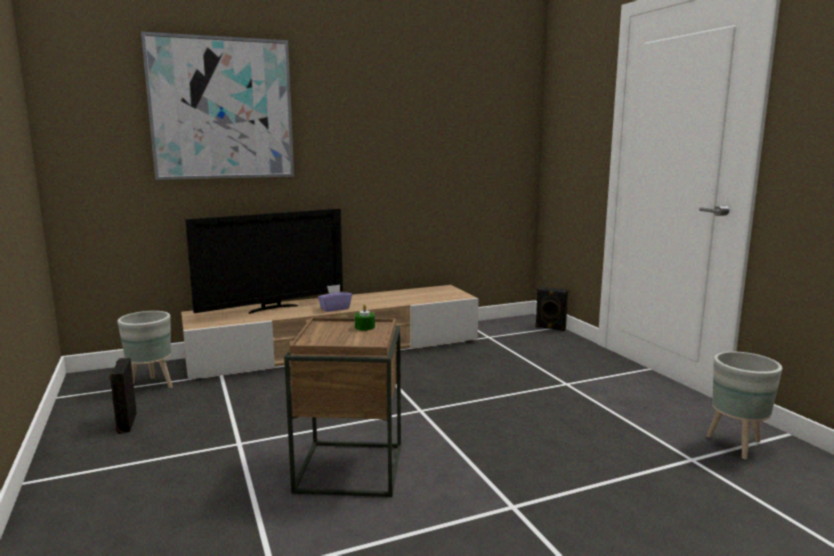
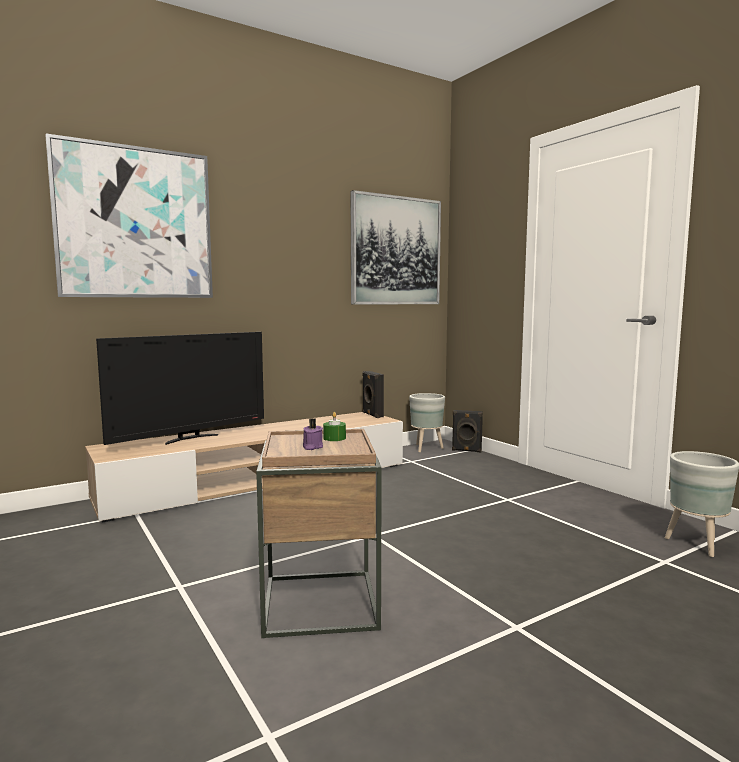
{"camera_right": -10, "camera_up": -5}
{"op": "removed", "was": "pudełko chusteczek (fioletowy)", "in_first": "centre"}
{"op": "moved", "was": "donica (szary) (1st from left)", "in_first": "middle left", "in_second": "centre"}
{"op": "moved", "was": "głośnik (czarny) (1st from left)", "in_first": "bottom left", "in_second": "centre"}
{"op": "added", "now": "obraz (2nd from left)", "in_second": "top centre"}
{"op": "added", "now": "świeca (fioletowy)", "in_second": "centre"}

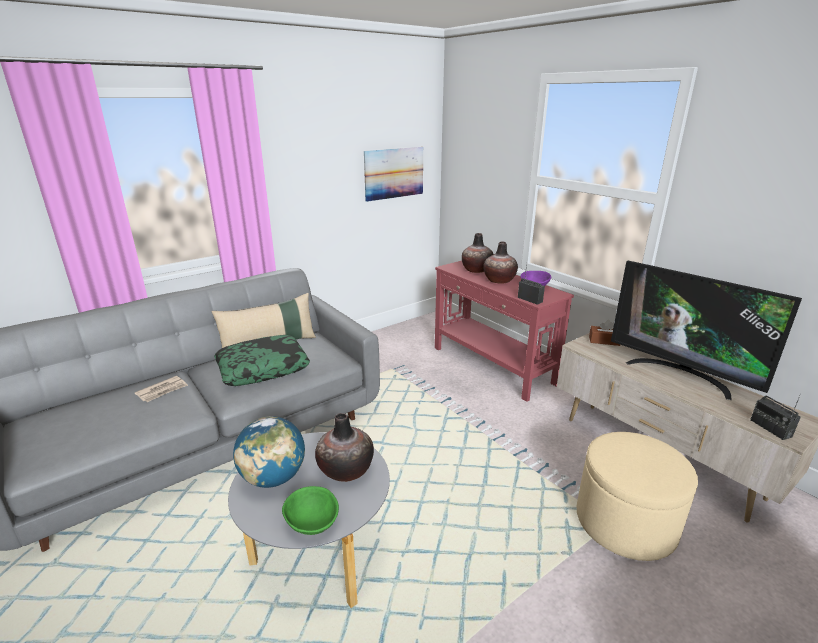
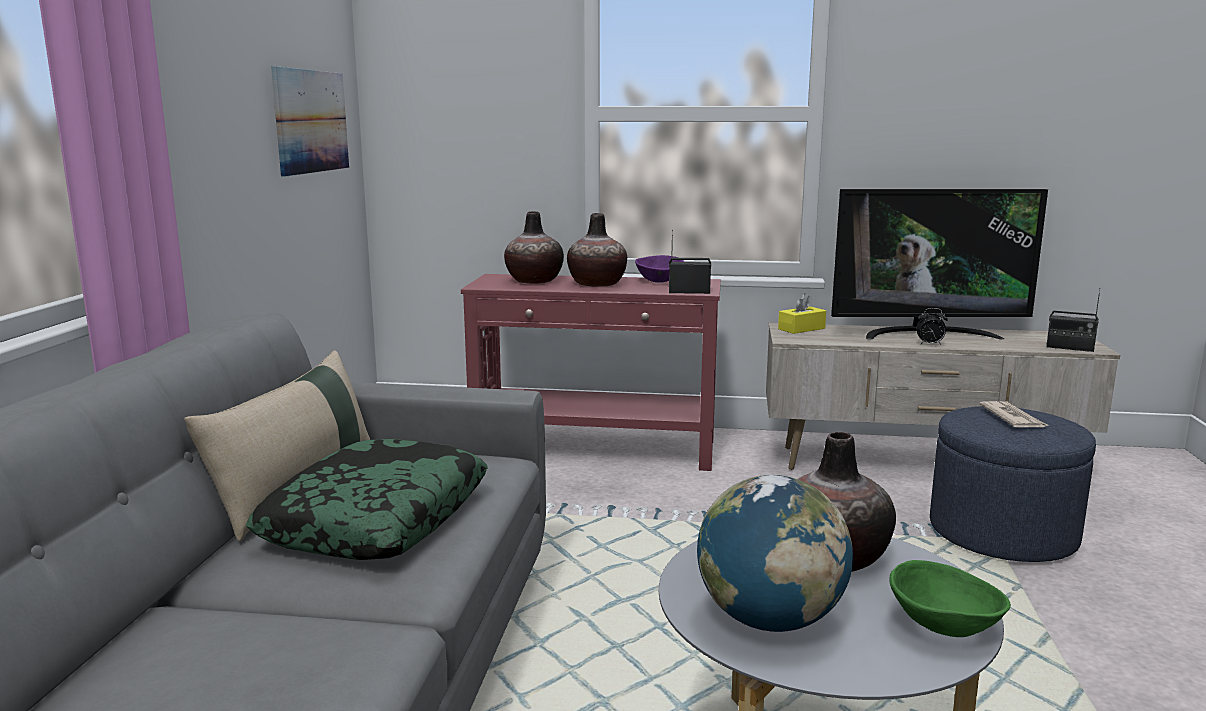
{"camera_right": -45, "camera_up": -10}
{"op": "recoloured", "was": "pudełko chusteczek (brązowy)", "now": "pudełko chusteczek (żółty)", "in_first": "middle right", "in_second": "centre"}
{"op": "moved", "was": "gazeta", "in_first": "middle left", "in_second": "middle right"}
{"op": "recoloured", "was": "pufa (beżowy)", "now": "pufa (niebieski)", "in_first": "bottom right", "in_second": "bottom right"}
{"op": "added", "now": "budzik", "in_second": "middle right"}

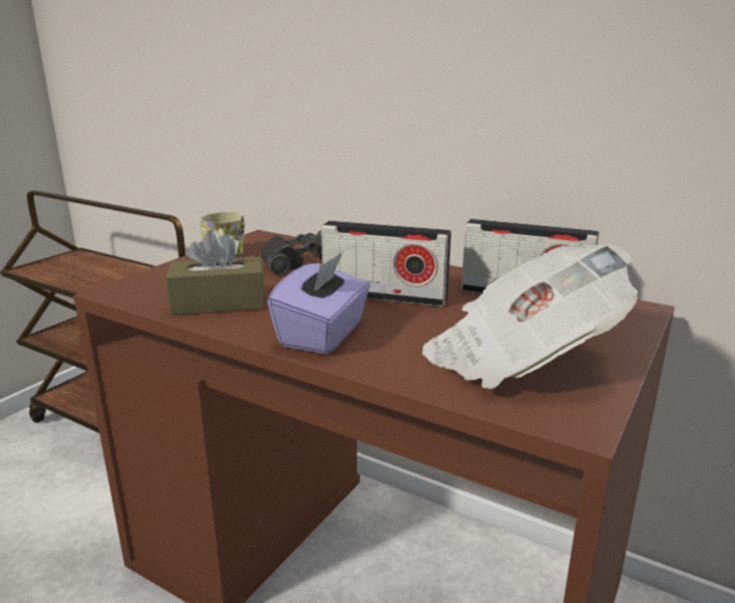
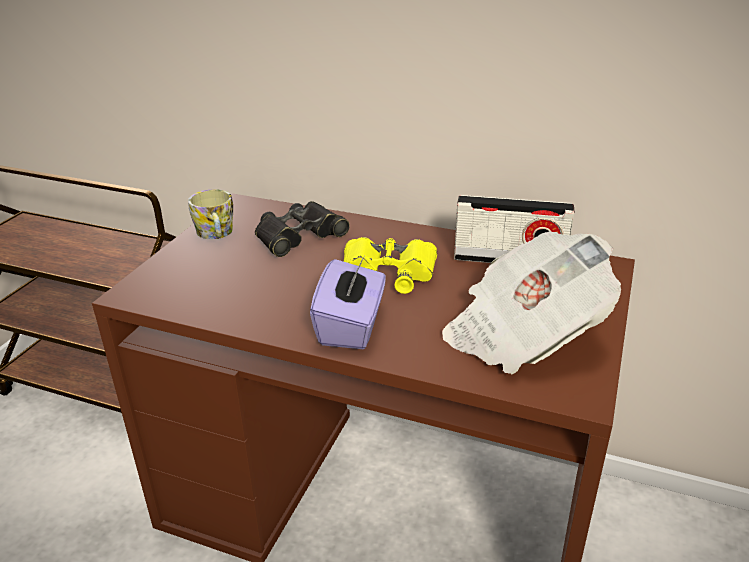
{"camera_right": -10, "camera_up": 10}
{"op": "replaced", "was": "radio (1st from left)", "now": "lornetka (żółty)", "in_first": "centre", "in_second": "centre"}
{"op": "removed", "was": "pudełko chusteczek (brązowy)", "in_first": "middle left"}

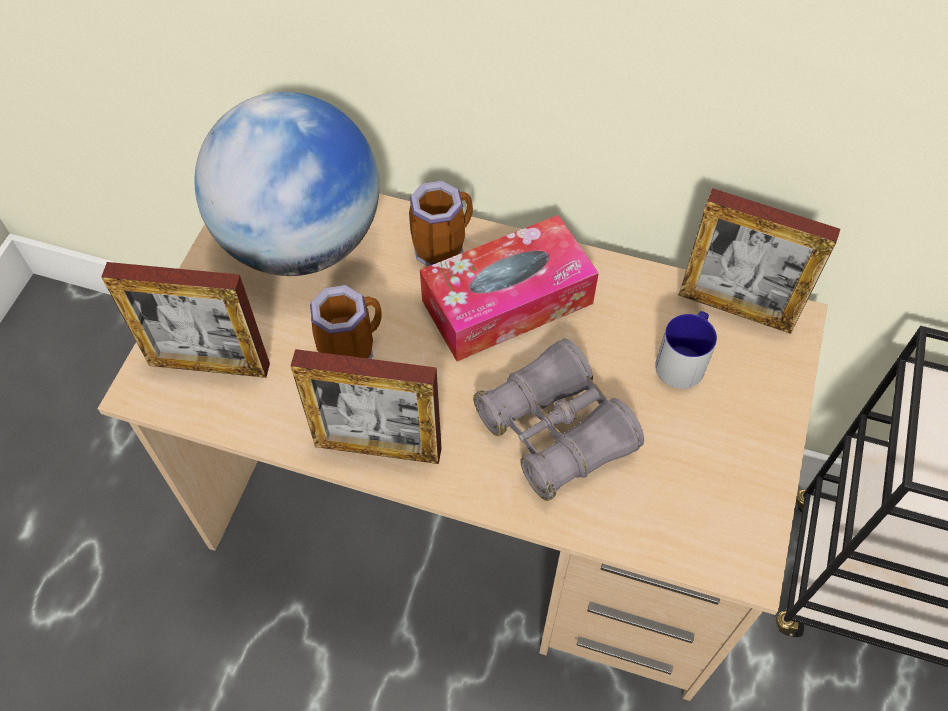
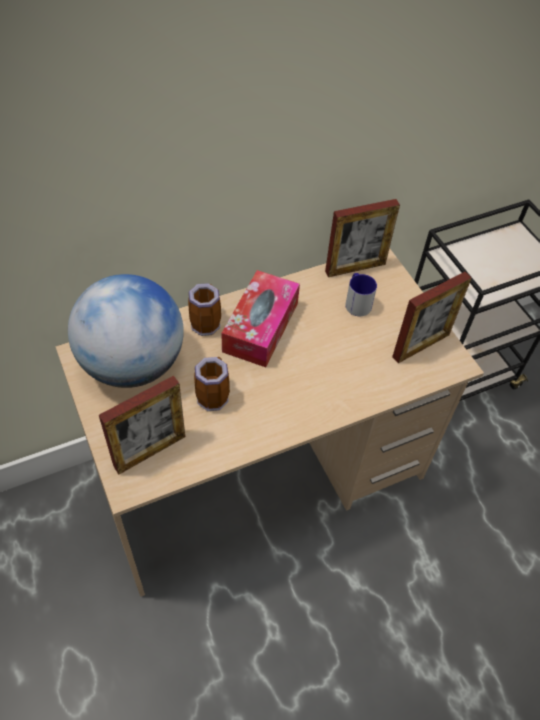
{"camera_right": -45, "camera_up": -5}
{"op": "removed", "was": "lornetka (szary)", "in_first": "centre"}
{"op": "moved", "was": "ramka na zdjęcie (2nd from left in the first image)", "now": "ramka na zdjęcie (3rd from left)", "in_first": "centre", "in_second": "middle right"}

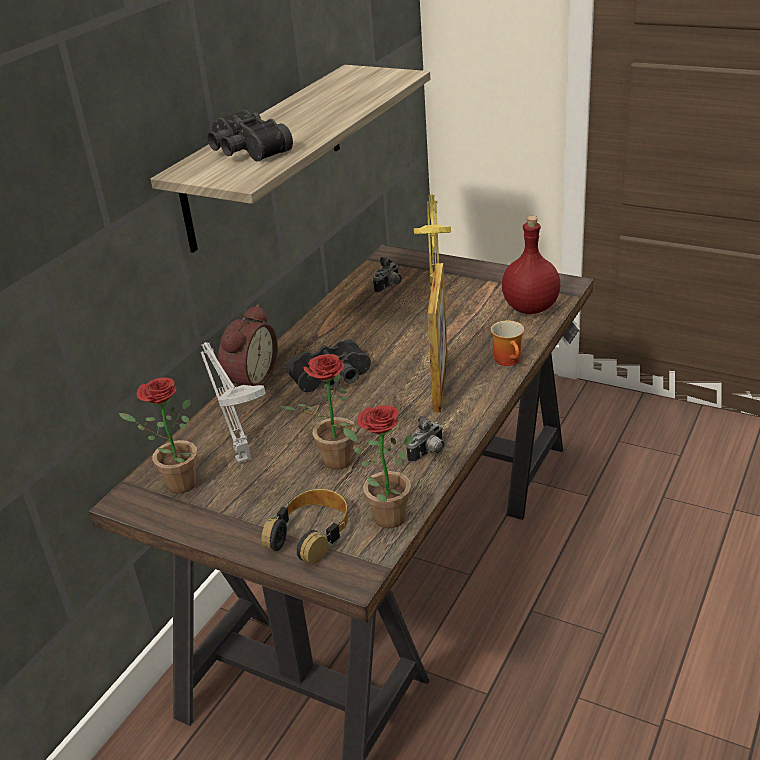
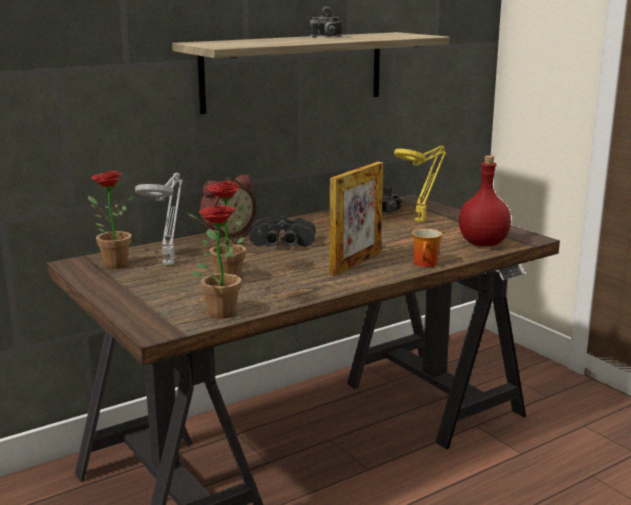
{"camera_right": 25, "camera_up": -15}
{"op": "removed", "was": "lornetka (czarny) (1st from left)", "in_first": "top left"}
{"op": "moved", "was": "aparat fotograficzny (2nd from left in the first image)", "now": "aparat fotograficzny (1st from left)", "in_first": "centre", "in_second": "top centre"}
{"op": "removed", "was": "słuchawki", "in_first": "bottom centre"}

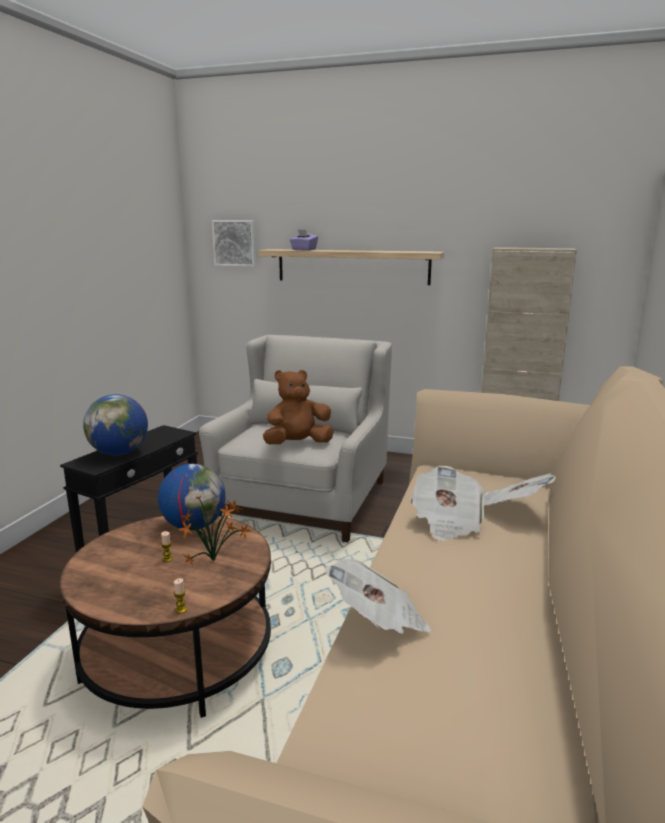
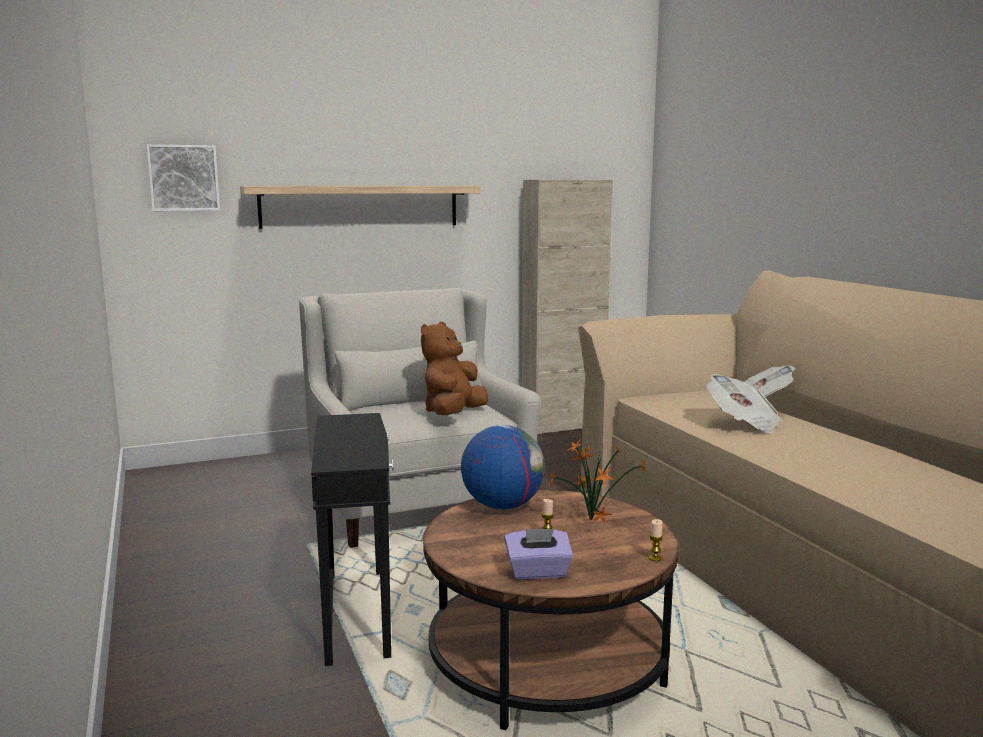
{"camera_right": -40, "camera_up": -5}
{"op": "moved", "was": "pudełko chusteczek (fioletowy)", "in_first": "top centre", "in_second": "bottom centre"}
{"op": "removed", "was": "globus (1st from left)", "in_first": "middle left"}
{"op": "removed", "was": "gazeta (1st from left)", "in_first": "bottom centre"}

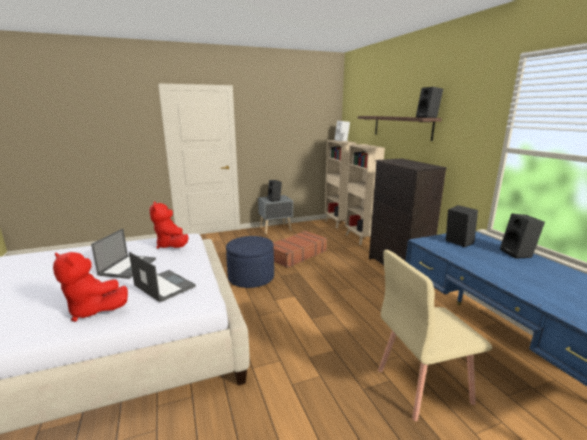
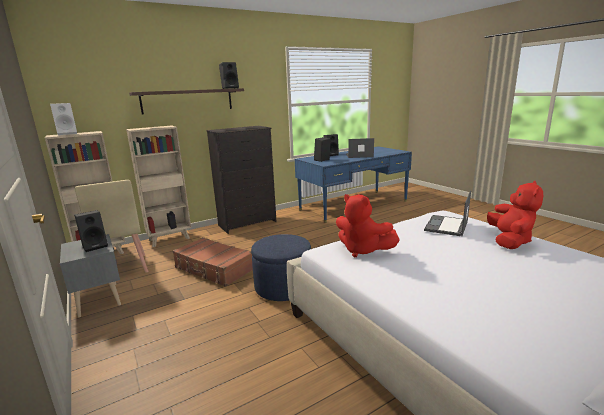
{"camera_right": -100, "camera_up": 0}
{"op": "turned", "was": "pluszak (czerwony) (2nd from left in the first image)", "in_first": "middle left", "in_second": "centre", "clockwise": 75}
{"op": "moved", "was": "laptop (1st from left)", "in_first": "middle left", "in_second": "centre"}
{"op": "moved", "was": "krzesło (beżowy)", "in_first": "bottom right", "in_second": "middle left"}

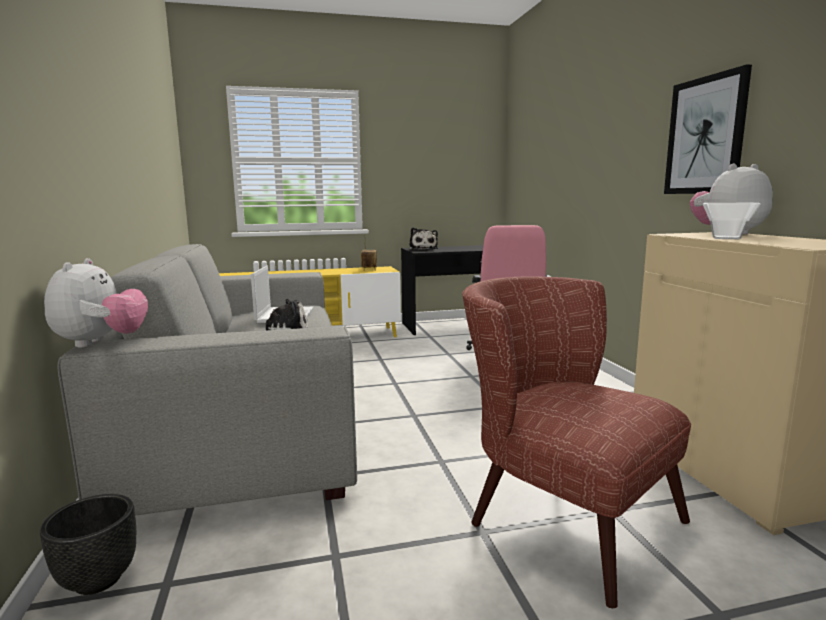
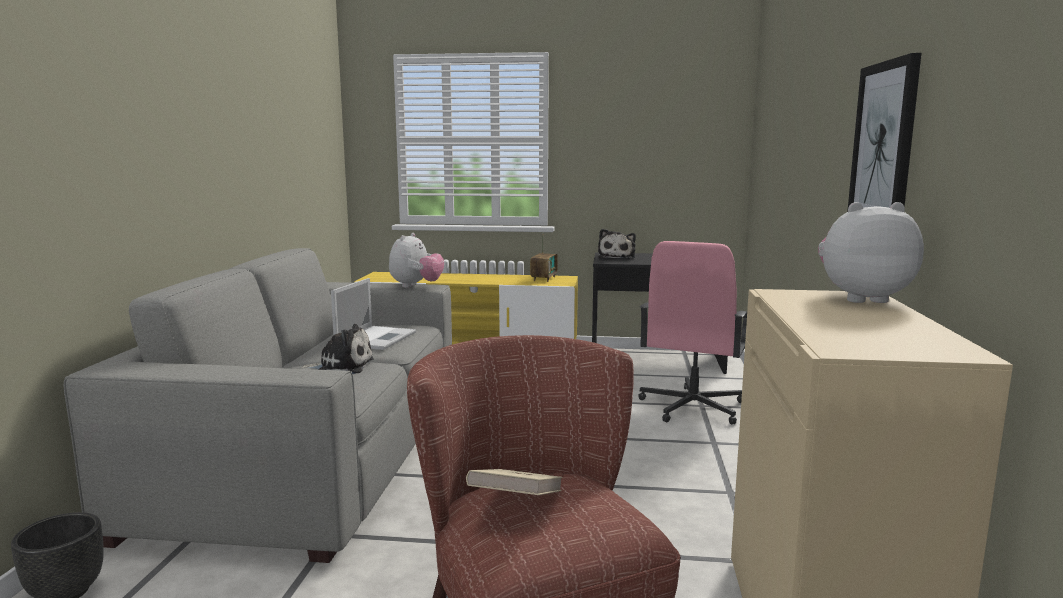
{"camera_right": 20, "camera_up": 0}
{"op": "removed", "was": "miska", "in_first": "middle right"}
{"op": "moved", "was": "pluszak (1st from left in the first image)", "now": "pluszak (2nd from left)", "in_first": "middle left", "in_second": "centre"}
{"op": "added", "now": "książka (beżowy)", "in_second": "bottom centre"}

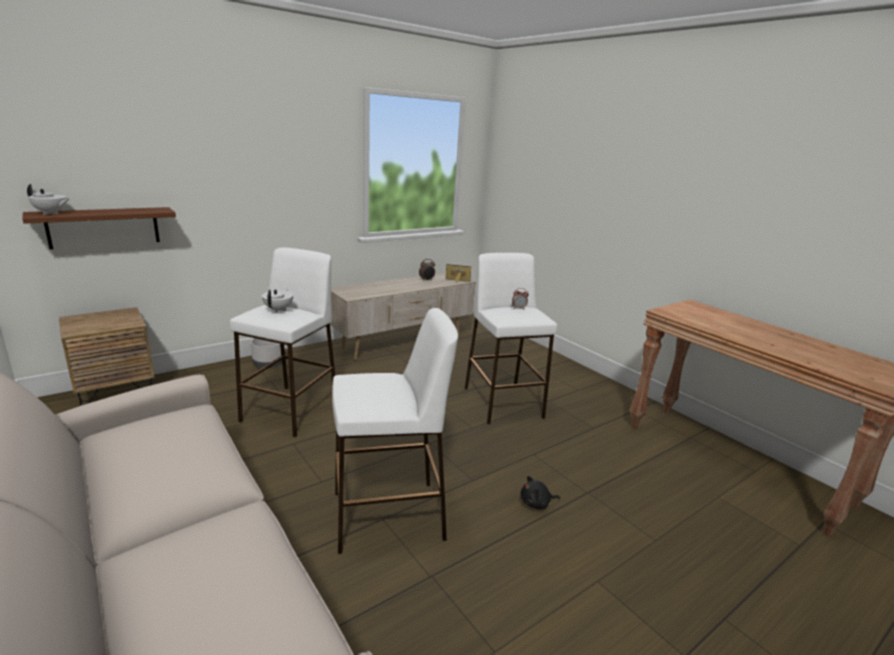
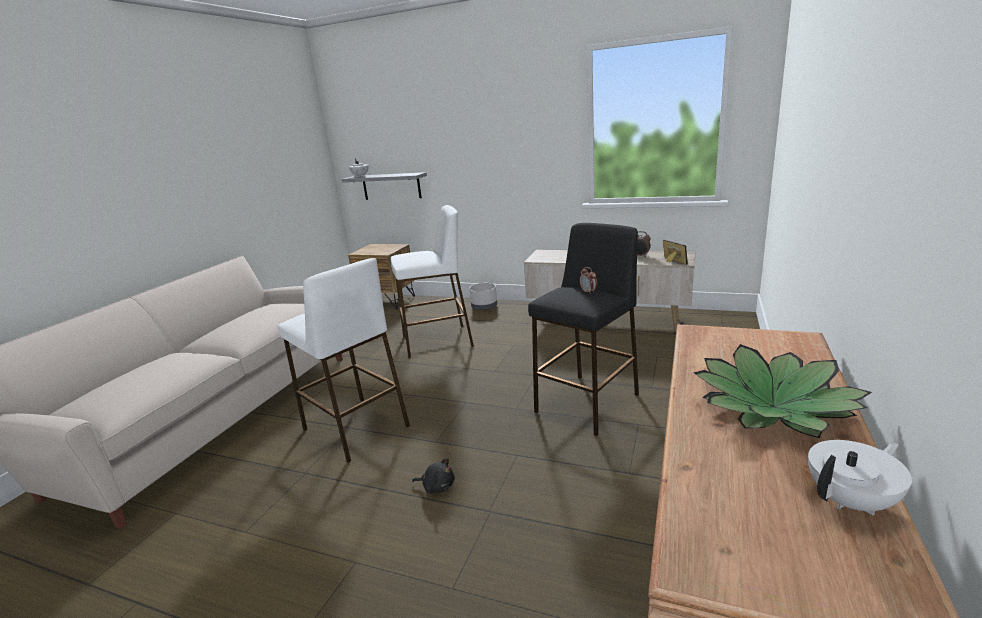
{"camera_right": 60, "camera_up": 0}
{"op": "recoloured", "was": "półka (brązowy)", "now": "półka (szary)", "in_first": "middle left", "in_second": "top centre"}
{"op": "recoloured", "was": "stołek (biały) (3rd from left)", "now": "stołek (czarny)", "in_first": "centre", "in_second": "centre"}
{"op": "moved", "was": "imbryk (biały) (2nd from left)", "in_first": "middle left", "in_second": "bottom right"}
{"op": "turned", "was": "pluszak (czarny)", "in_first": "bottom centre", "in_second": "bottom centre", "clockwise": 150}
{"op": "added", "now": "roślina doniczkowa", "in_second": "middle right"}

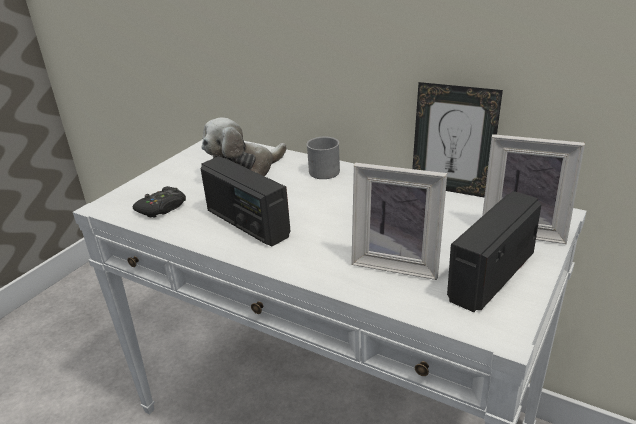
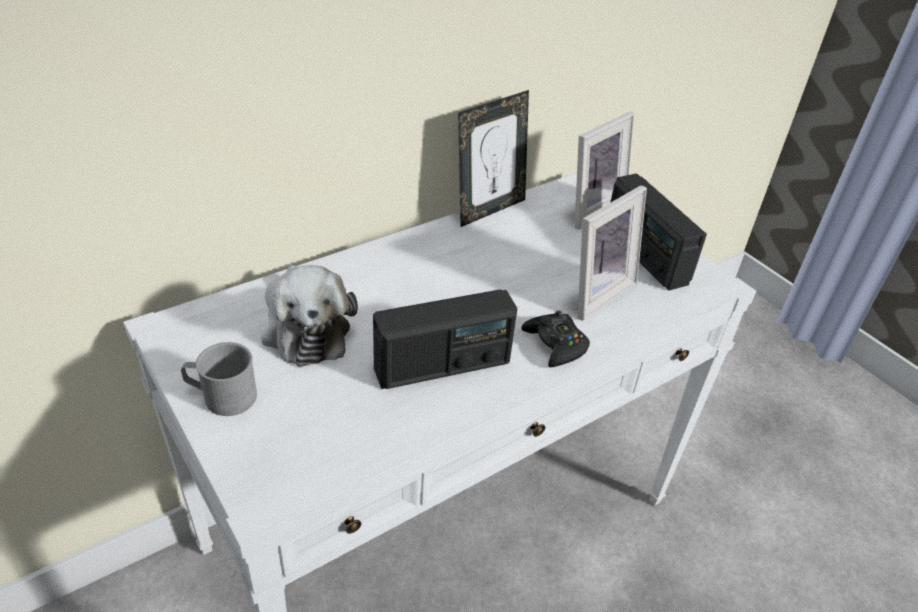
{"camera_right": -70, "camera_up": 10}
{"op": "moved", "was": "kubek (szary)", "in_first": "centre", "in_second": "middle left"}
{"op": "moved", "was": "pad do gier (czarny)", "in_first": "middle left", "in_second": "centre"}

